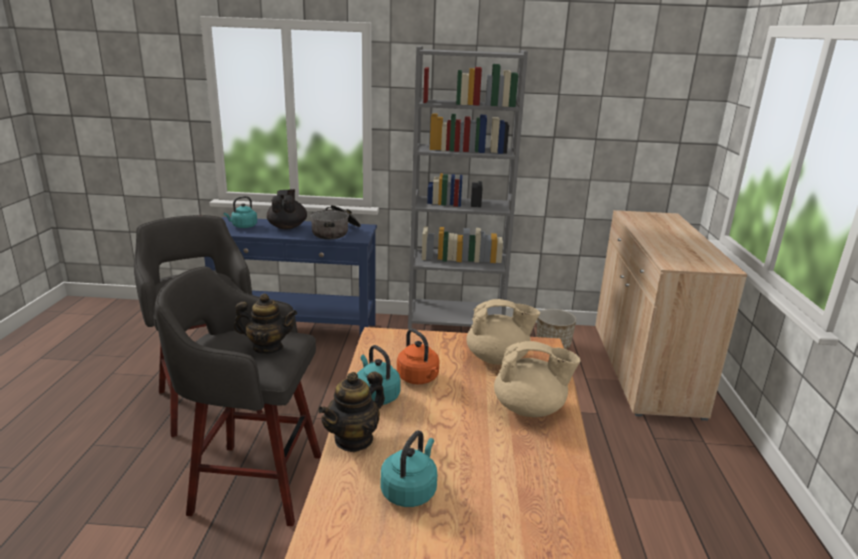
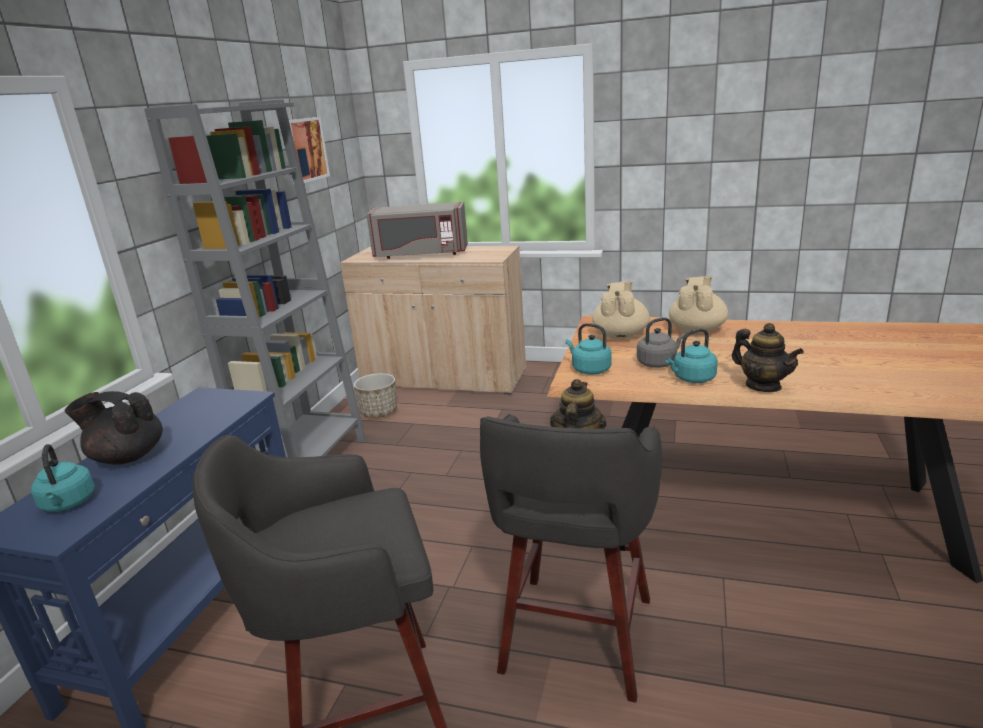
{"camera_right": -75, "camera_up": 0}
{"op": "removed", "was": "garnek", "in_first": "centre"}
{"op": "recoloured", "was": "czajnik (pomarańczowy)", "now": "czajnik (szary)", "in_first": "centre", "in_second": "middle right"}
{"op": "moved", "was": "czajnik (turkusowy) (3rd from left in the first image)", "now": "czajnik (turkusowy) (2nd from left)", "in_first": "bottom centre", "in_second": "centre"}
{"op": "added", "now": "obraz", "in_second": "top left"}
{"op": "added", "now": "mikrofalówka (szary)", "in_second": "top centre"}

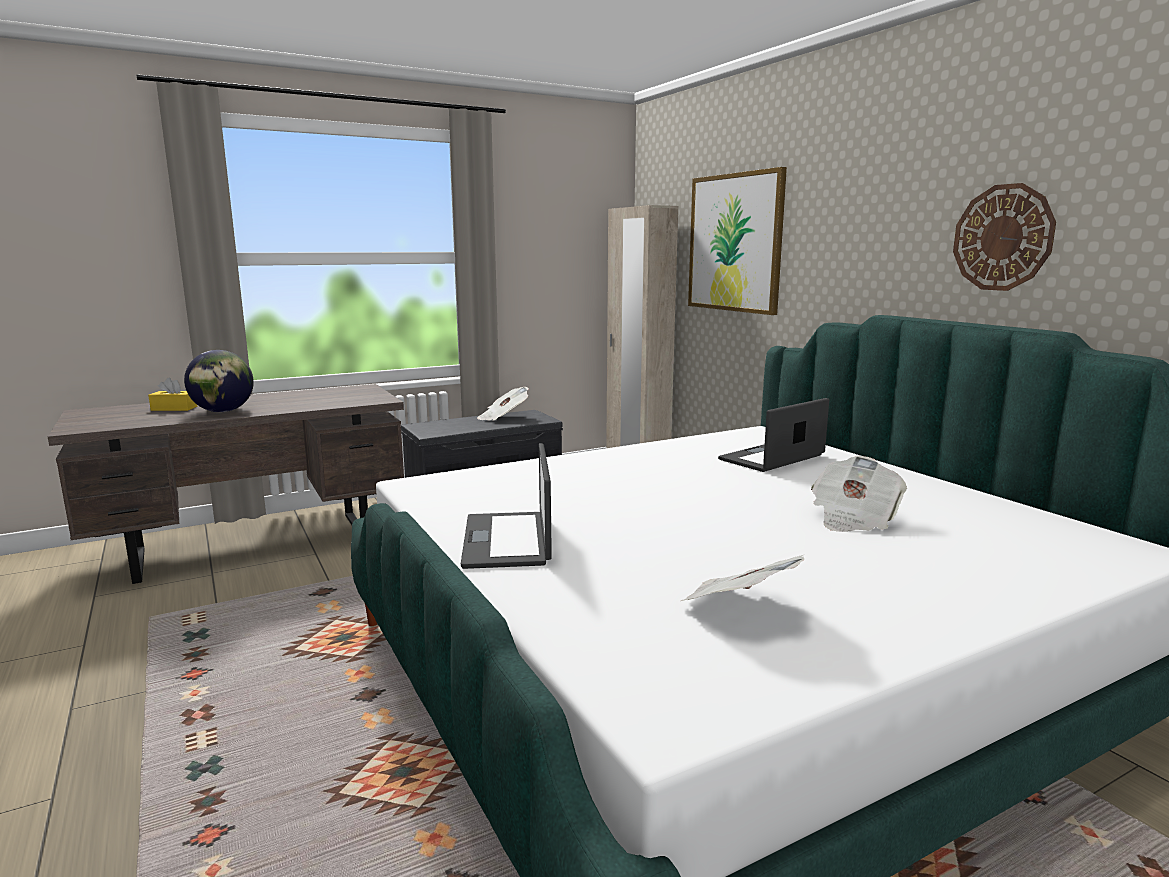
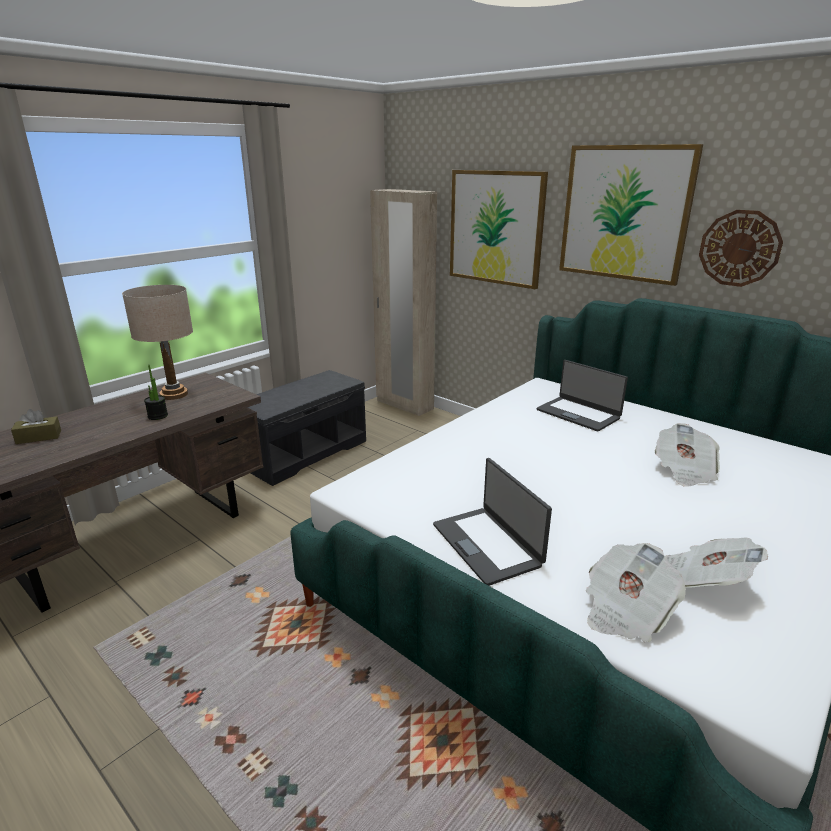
{"camera_right": -20, "camera_up": 10}
{"op": "removed", "was": "globus", "in_first": "middle left"}
{"op": "recoloured", "was": "pudełko chusteczek (żółty)", "now": "pudełko chusteczek (brązowy)", "in_first": "middle left", "in_second": "middle left"}
{"op": "moved", "was": "gazeta (1st from left)", "in_first": "centre", "in_second": "bottom right"}
{"op": "turned", "was": "laptop (2nd from left)", "in_first": "centre", "in_second": "middle right", "clockwise": -75}
{"op": "added", "now": "obraz (2nd from left)", "in_second": "top right"}
{"op": "added", "now": "lampa stołowa (beżowy)", "in_second": "middle left"}
{"op": "added", "now": "roślina doniczkowa", "in_second": "middle left"}

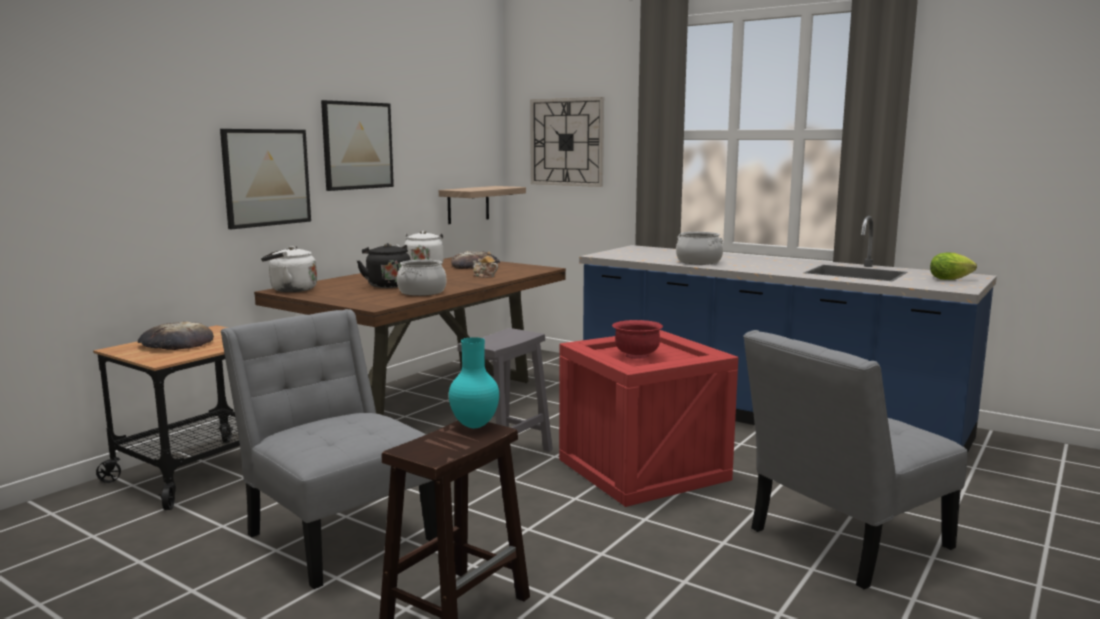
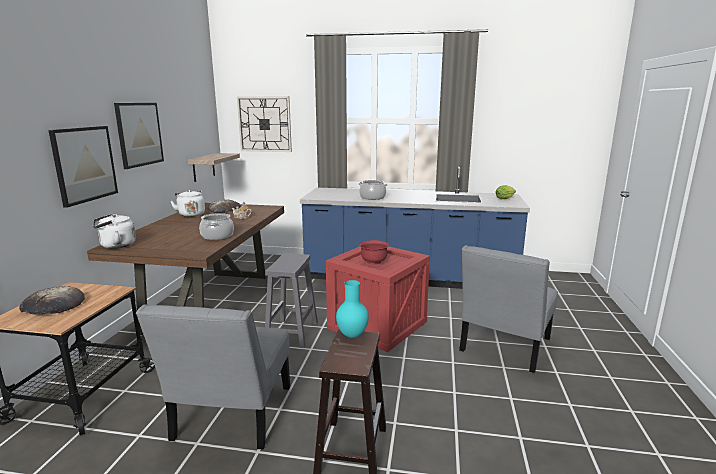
{"camera_right": -25, "camera_up": 5}
{"op": "removed", "was": "czajnik (czarny)", "in_first": "centre"}
{"op": "turned", "was": "krzesło (szary) (1st from left)", "in_first": "bottom left", "in_second": "bottom left", "clockwise": -105}

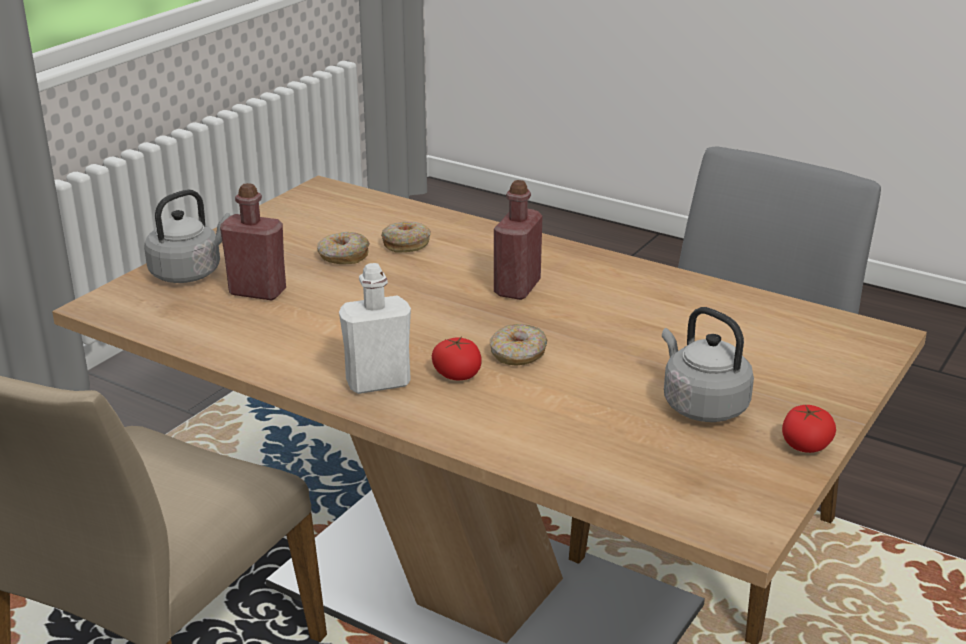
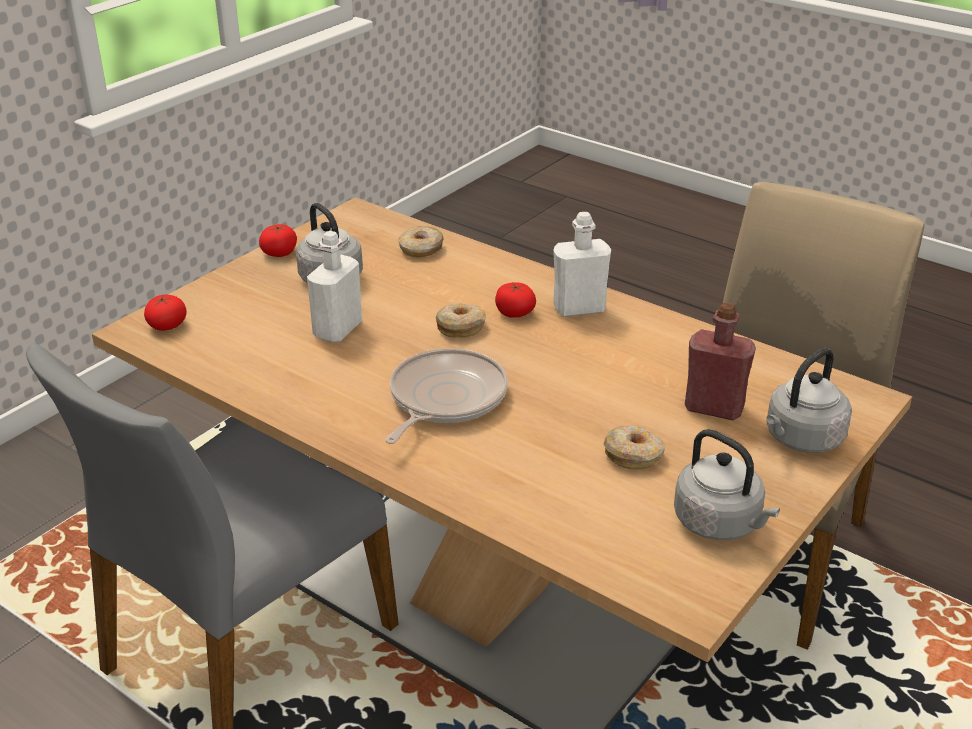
{"camera_right": -175, "camera_up": 5}
{"op": "replaced", "was": "butelka (czerwony) (2nd from left)", "now": "patelnia", "in_first": "centre", "in_second": "centre"}
{"op": "moved", "was": "donut (2nd from left in the first image)", "now": "donut (1st from left)", "in_first": "centre", "in_second": "top centre"}
{"op": "added", "now": "butelka (biały) (1st from left)", "in_second": "centre"}
{"op": "added", "now": "pomidor (1st from left)", "in_second": "middle left"}
{"op": "added", "now": "czajnik (szary) (2nd from left)", "in_second": "middle right"}

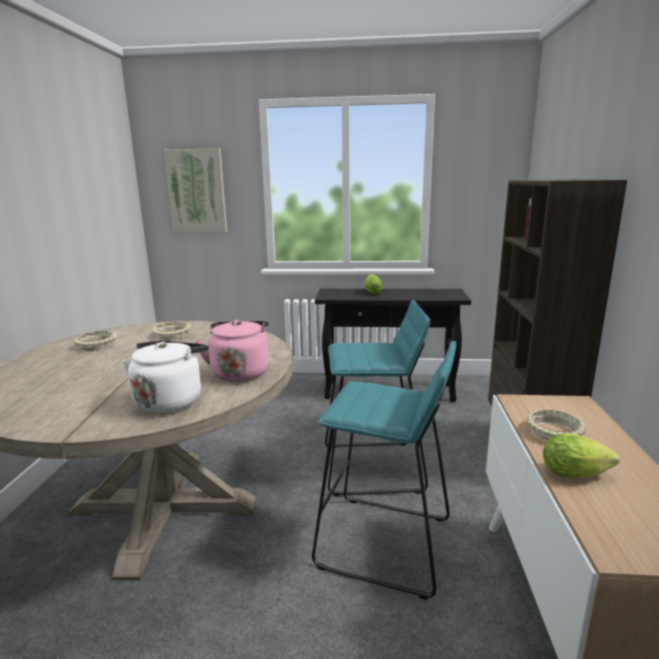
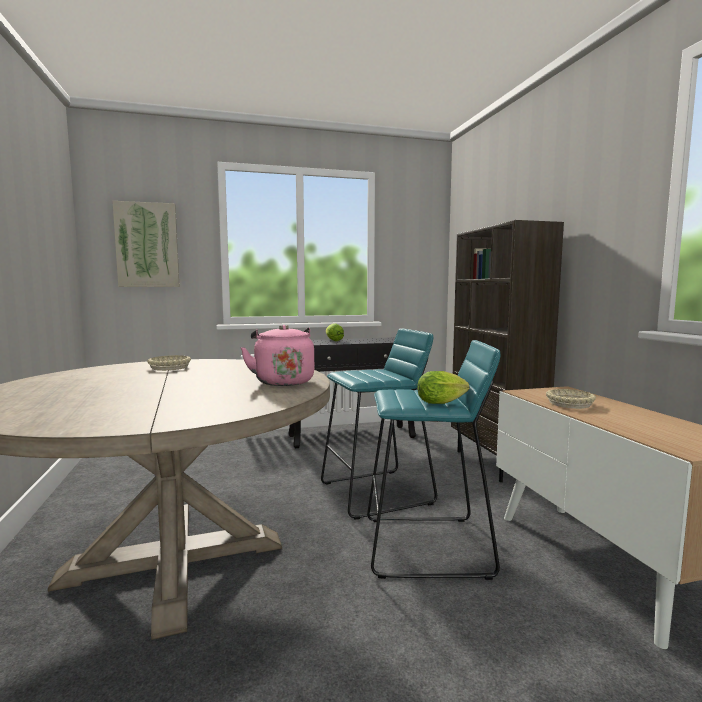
{"camera_right": -20, "camera_up": -10}
{"op": "removed", "was": "miska (beżowy) (1st from left)", "in_first": "middle left"}
{"op": "removed", "was": "czajnik (biały)", "in_first": "middle left"}
{"op": "moved", "was": "sałata (2nd from left)", "in_first": "bottom right", "in_second": "centre"}

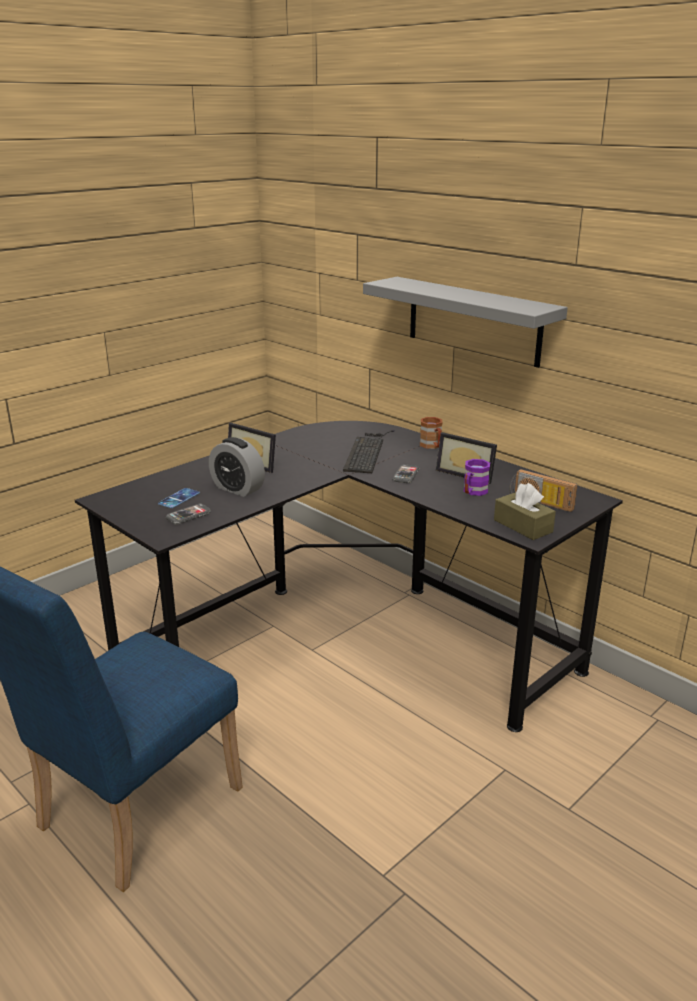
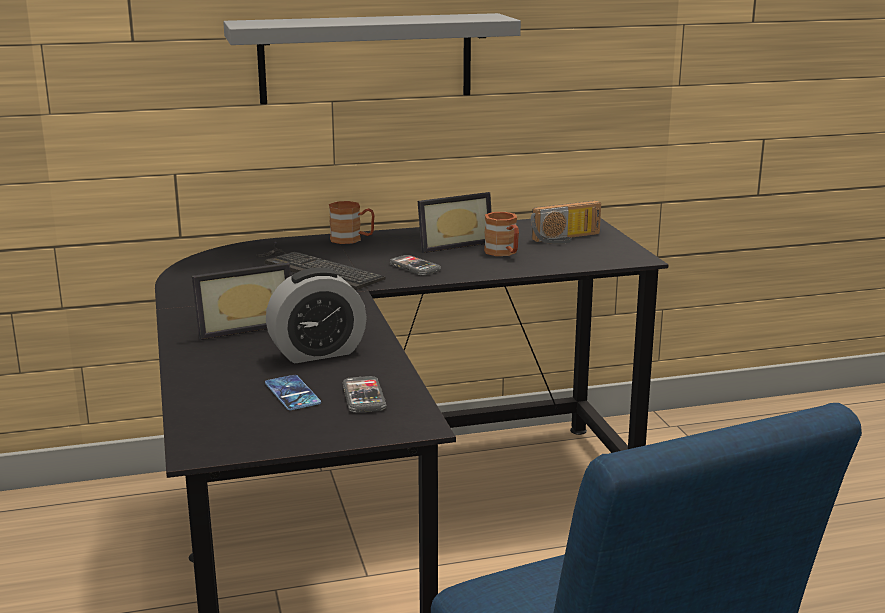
{"camera_right": -60, "camera_up": -5}
{"op": "recoloured", "was": "kubek (fioletowy)", "now": "kubek (brązowy) (2nd from left)", "in_first": "middle right", "in_second": "centre"}
{"op": "removed", "was": "pudełko chusteczek (brązowy)", "in_first": "middle right"}

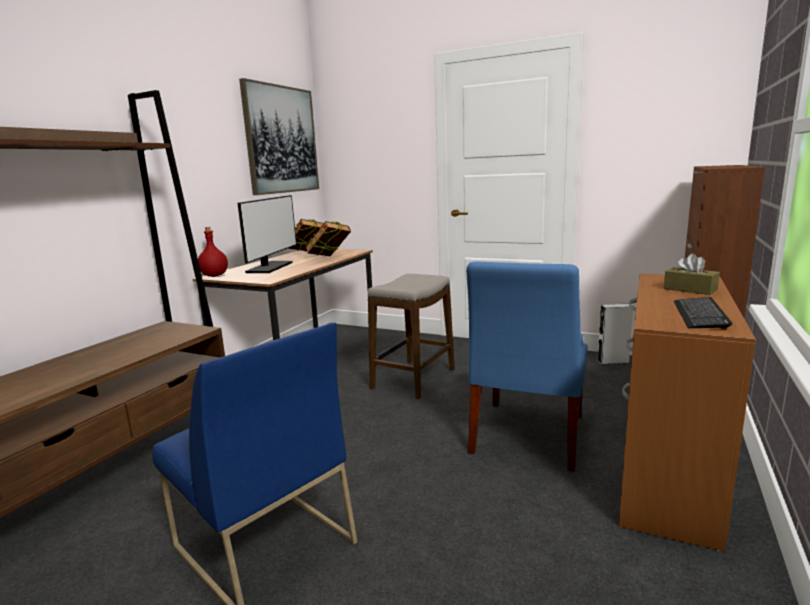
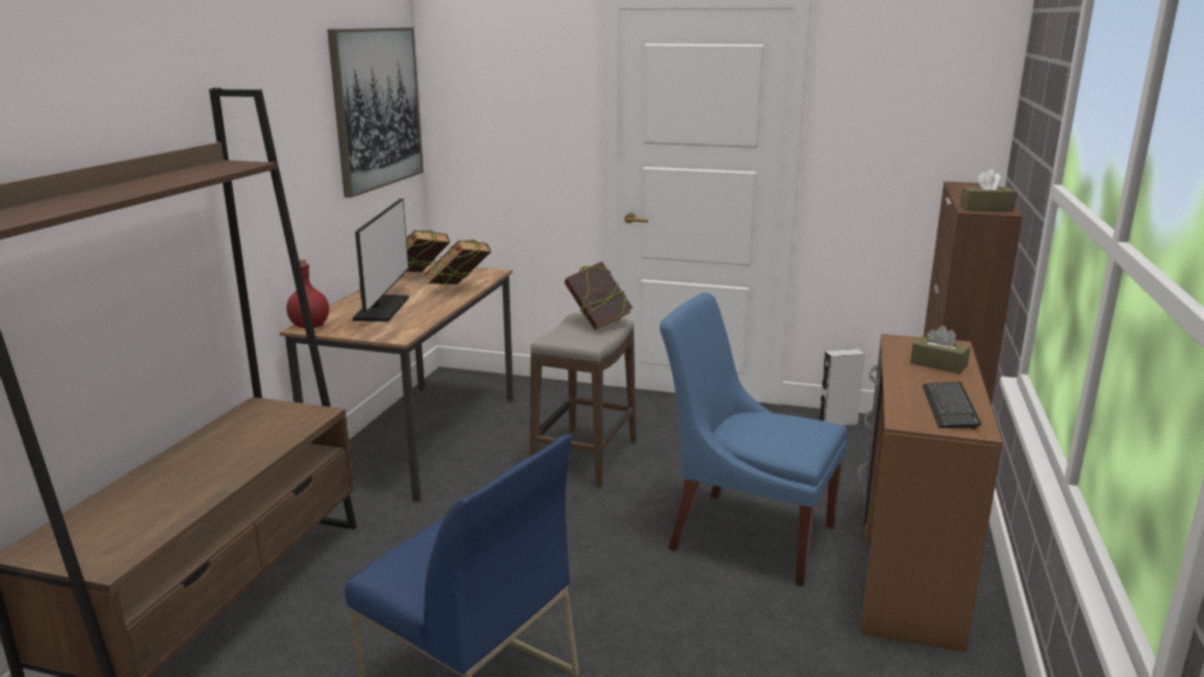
{"camera_right": -10, "camera_up": 5}
{"op": "turned", "was": "krzesło (niebieski) (2nd from left)", "in_first": "centre", "in_second": "centre", "clockwise": 105}
{"op": "added", "now": "pudełko chusteczek (brązowy) (2nd from left)", "in_second": "top right"}
{"op": "added", "now": "książka (3rd from left)", "in_second": "centre"}

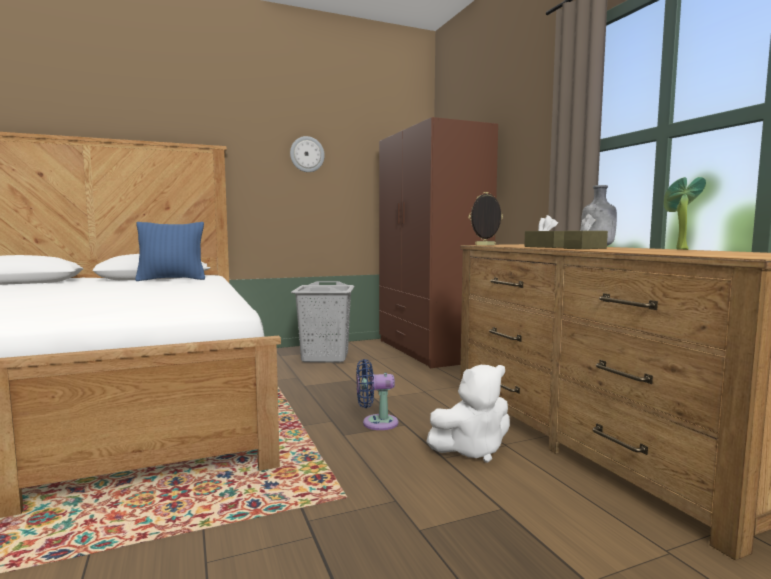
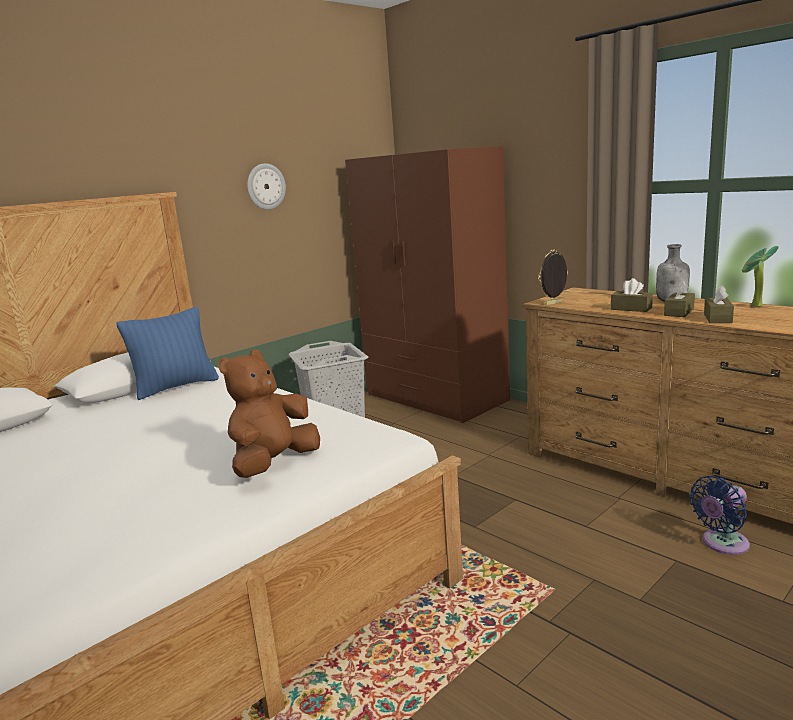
{"camera_right": -20, "camera_up": 10}
{"op": "moved", "was": "wentylator (niebieski)", "in_first": "bottom centre", "in_second": "bottom right"}
{"op": "removed", "was": "pluszak (biały)", "in_first": "bottom centre"}
{"op": "added", "now": "pudełko chusteczek (brązowy) (3rd from left)", "in_second": "middle right"}
{"op": "added", "now": "pluszak (brązowy)", "in_second": "centre"}

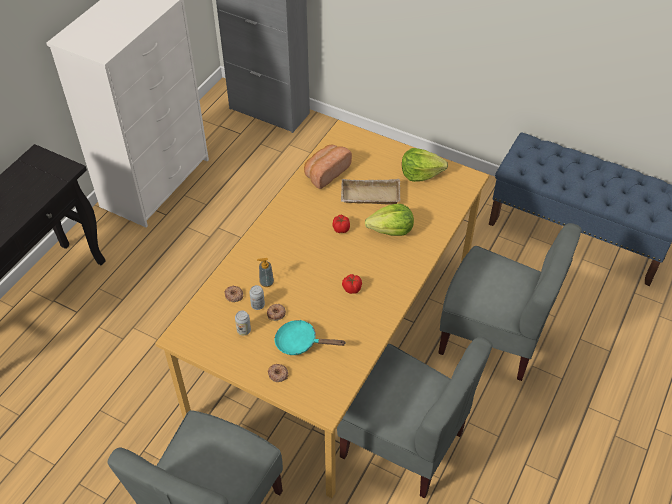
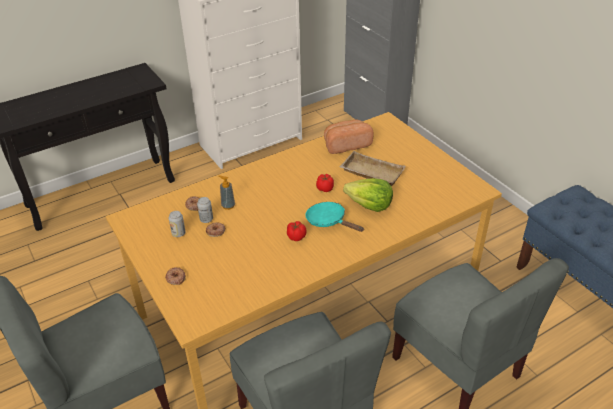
{"camera_right": 30, "camera_up": -10}
{"op": "removed", "was": "sałata (2nd from left)", "in_first": "top centre"}
{"op": "moved", "was": "patelnia (turkusowy)", "in_first": "bottom centre", "in_second": "centre"}

